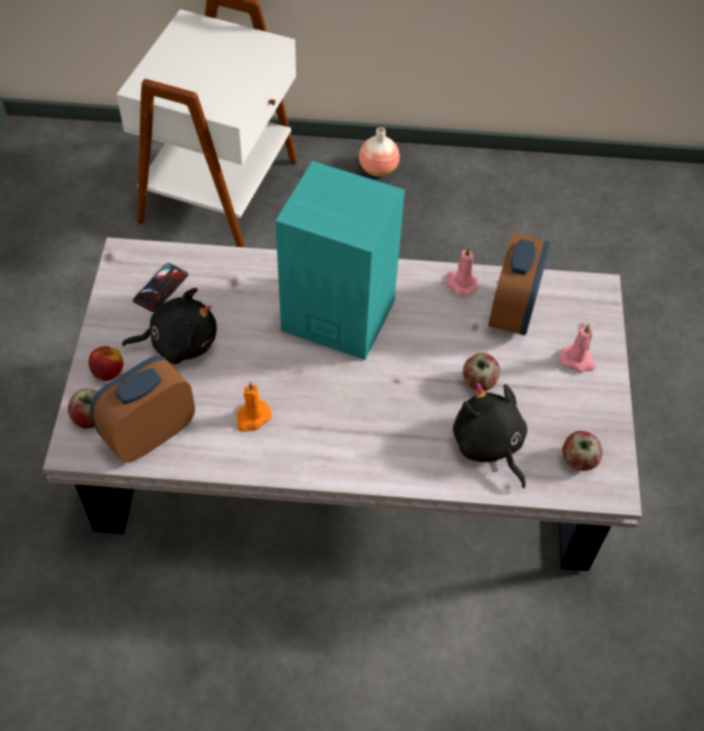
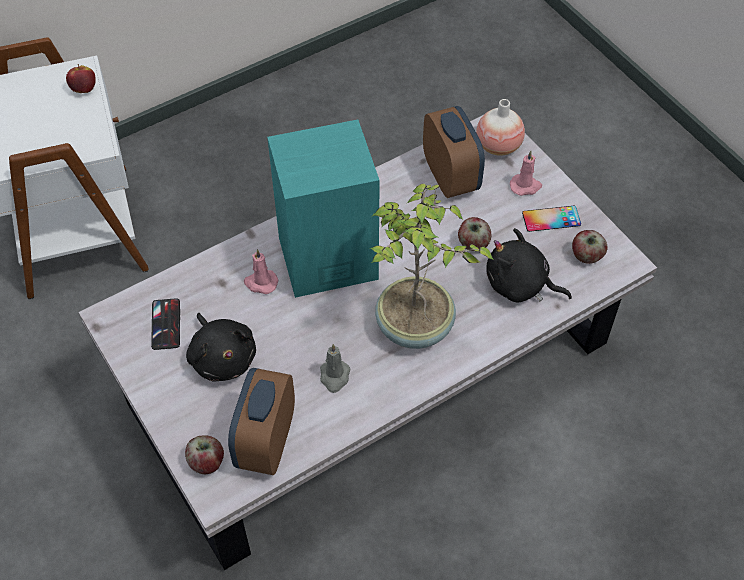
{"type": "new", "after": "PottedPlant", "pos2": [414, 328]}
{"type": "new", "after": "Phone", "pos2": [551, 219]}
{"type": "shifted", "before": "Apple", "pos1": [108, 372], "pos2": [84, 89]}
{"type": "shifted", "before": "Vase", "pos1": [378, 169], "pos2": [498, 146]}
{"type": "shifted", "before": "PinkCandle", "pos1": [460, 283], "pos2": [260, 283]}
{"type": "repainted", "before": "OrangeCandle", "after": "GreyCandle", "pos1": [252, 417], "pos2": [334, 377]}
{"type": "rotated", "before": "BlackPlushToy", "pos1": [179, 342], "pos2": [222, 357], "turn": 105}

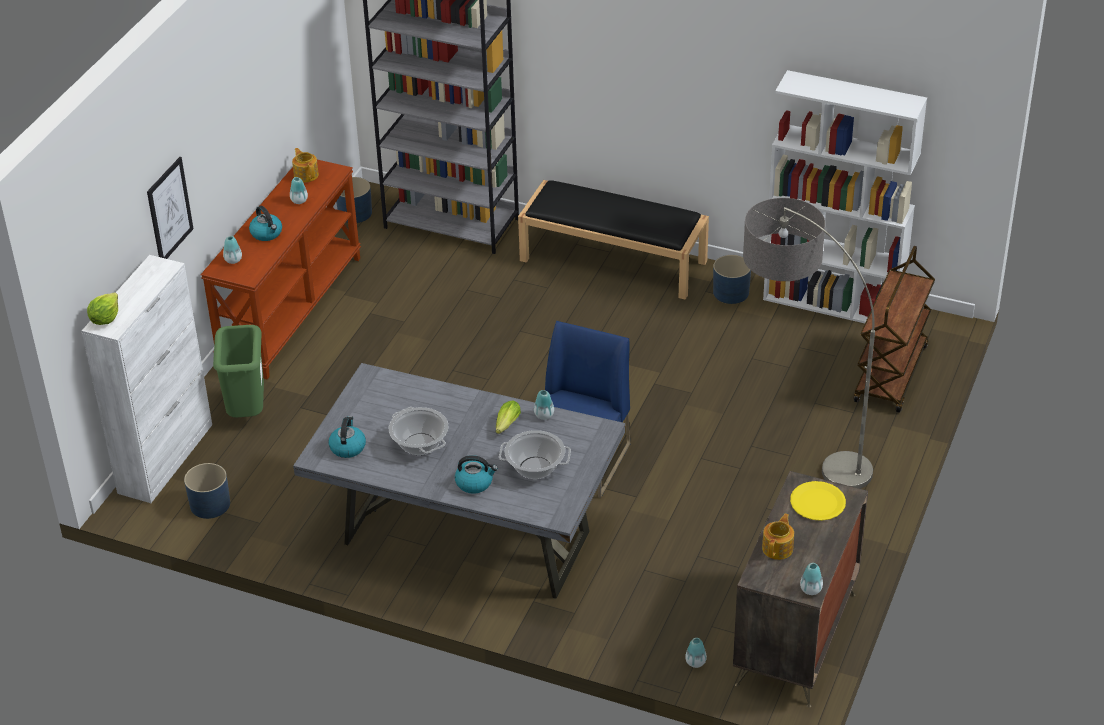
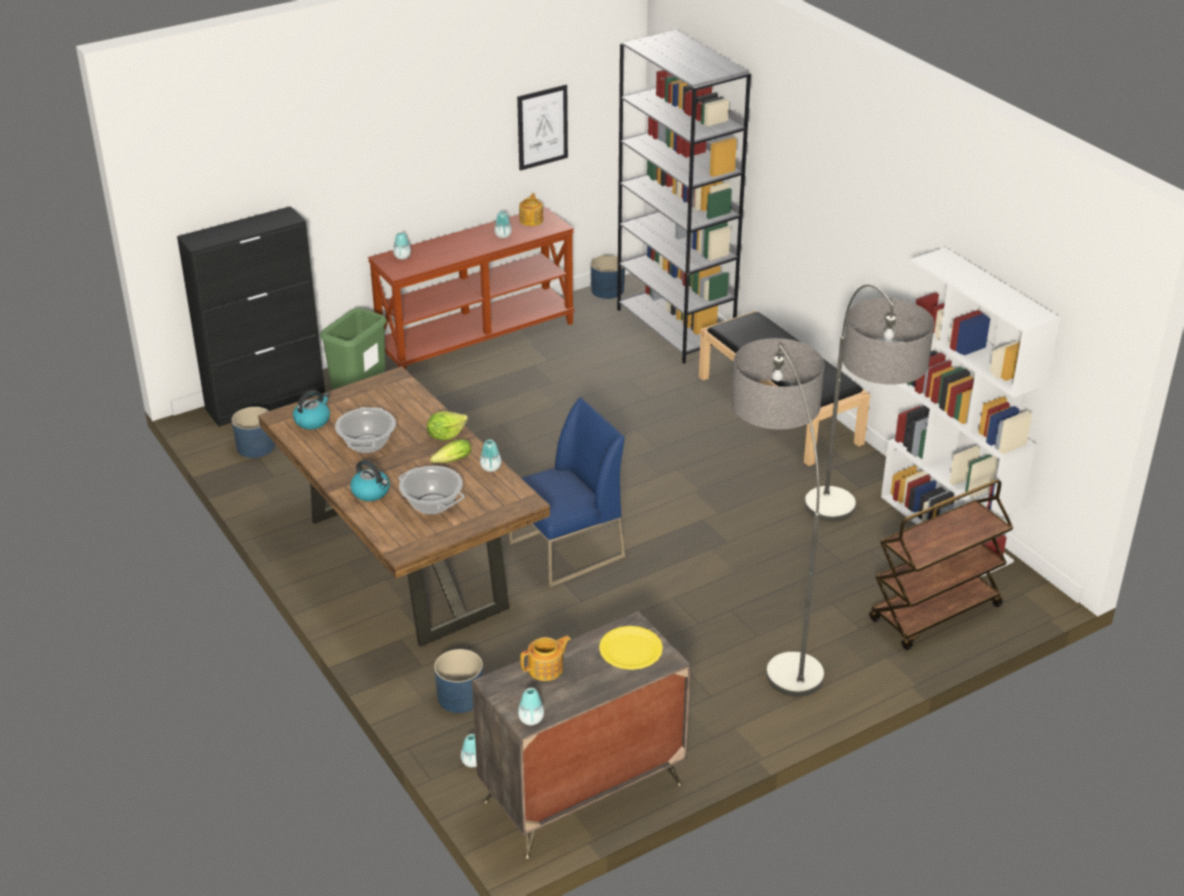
{"type": "gone", "before": "Kettle", "pos1": [267, 233]}
{"type": "new", "after": "FloorLamp", "pos2": [850, 543]}
{"type": "shifted", "before": "Lettuce", "pos1": [105, 319], "pos2": [445, 435]}
{"type": "shifted", "before": "Picture", "pos1": [169, 210], "pos2": [542, 127]}
{"type": "shifted", "before": "BluePlanter", "pos1": [731, 293], "pos2": [460, 697]}
{"type": "repainted", "before": "WhiteCabinet", "after": "BlackCabinet", "pos1": [166, 458], "pos2": [266, 400]}
{"type": "repainted", "before": "GreyDiningTable", "after": "BrownDiningTable", "pos1": [465, 539], "pos2": [406, 564]}

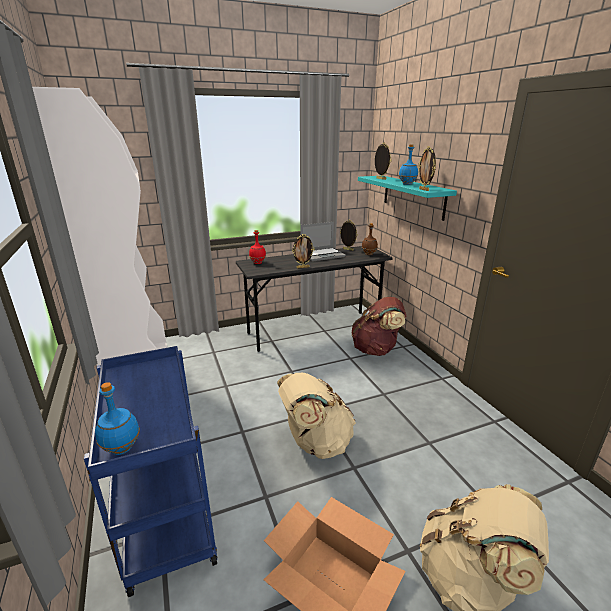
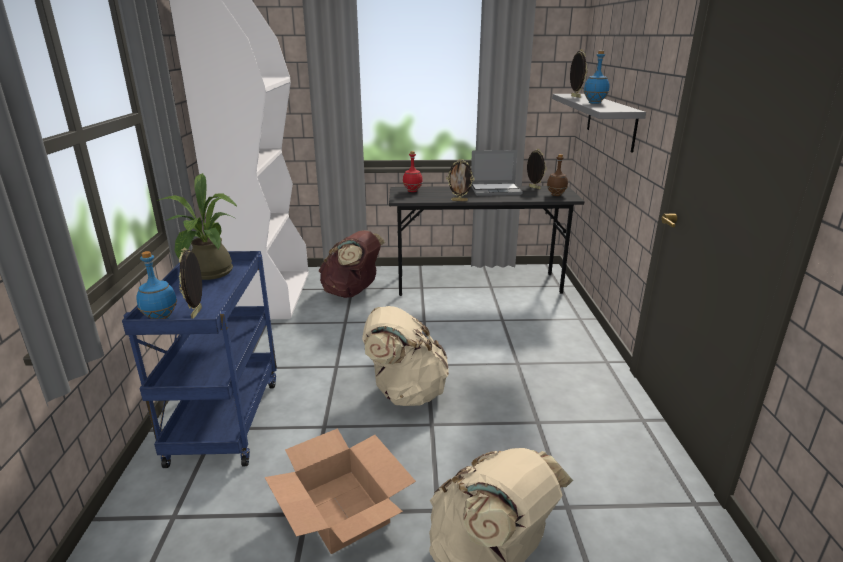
{"type": "new", "after": "PottedPlant", "pos2": [209, 275]}
{"type": "shifted", "before": "BrownBackpack", "pos1": [376, 350], "pos2": [352, 292]}
{"type": "shifted", "before": "PictureFrame", "pos1": [424, 190], "pos2": [197, 313]}
{"type": "repainted", "before": "TurquoiseShelf", "after": "GreyShelf", "pos1": [413, 196], "pos2": [610, 120]}

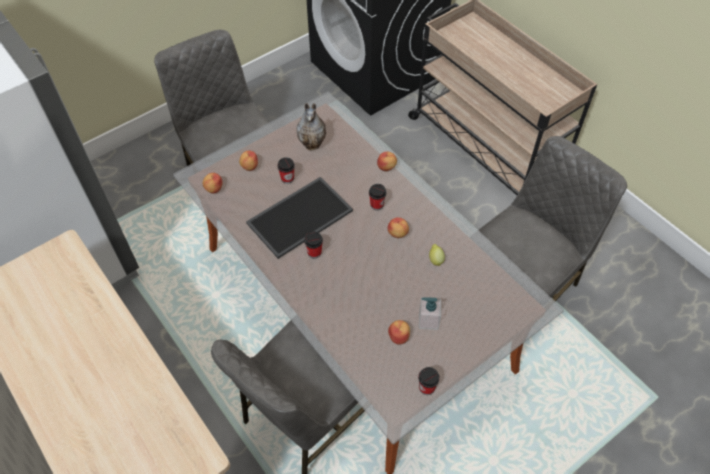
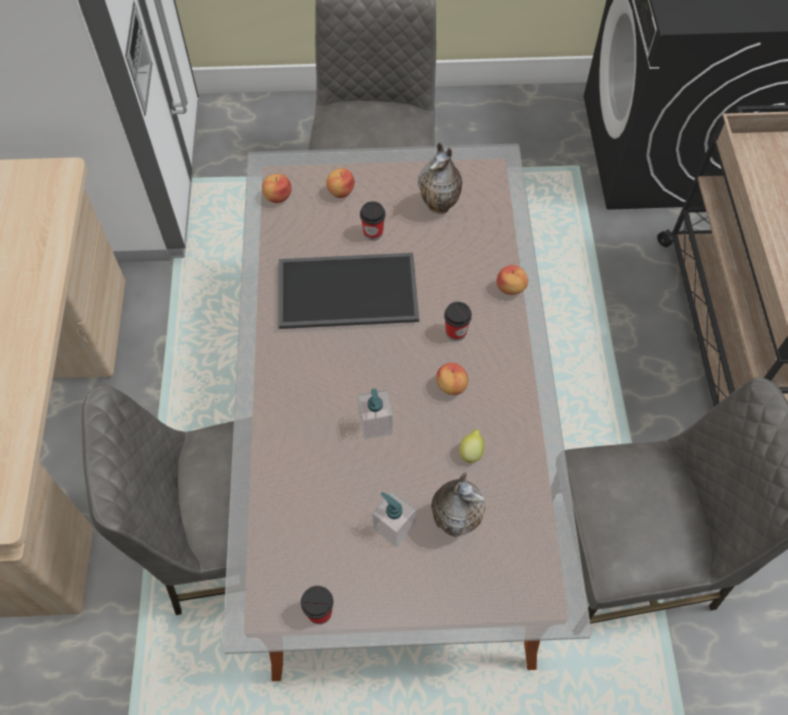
{"type": "gone", "before": "Cup", "pos1": [314, 252]}
{"type": "gone", "before": "Apple", "pos1": [399, 336]}
{"type": "new", "after": "SoapDispenser", "pos2": [376, 424]}
{"type": "new", "after": "Vase", "pos2": [455, 520]}

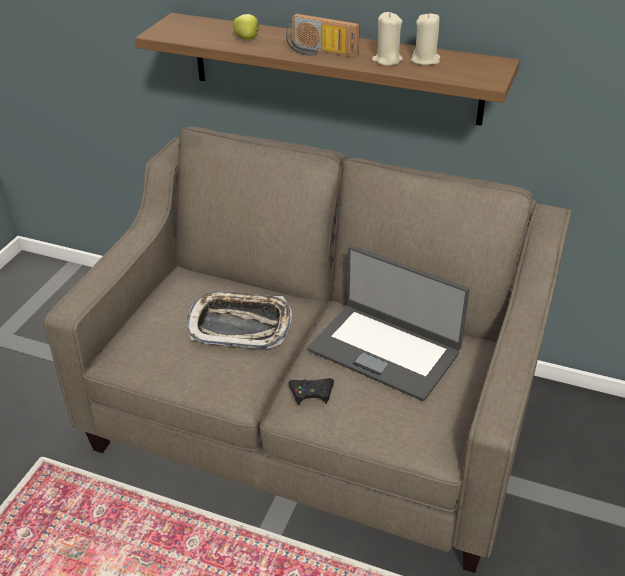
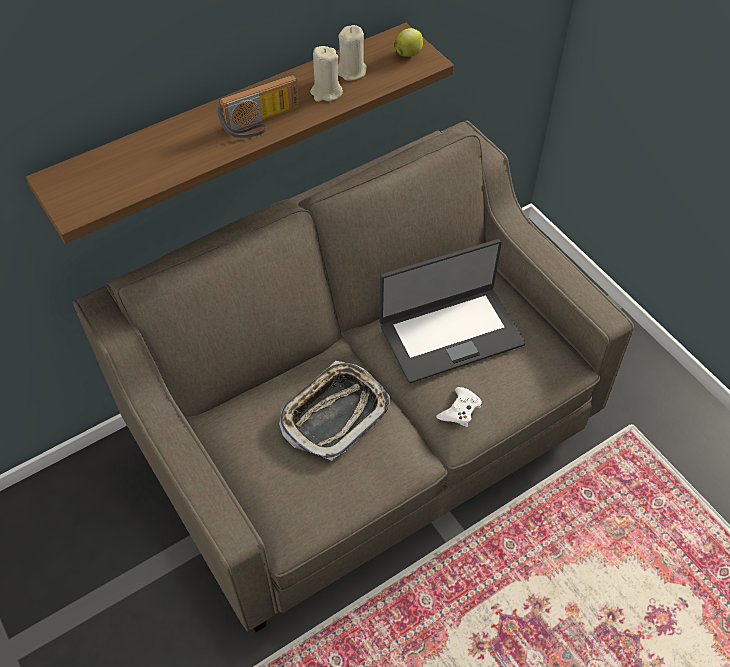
{"type": "shifted", "before": "Apple", "pos1": [248, 38], "pos2": [408, 54]}
{"type": "repainted", "before": "BlackGameController", "after": "WhiteGameController", "pos1": [311, 393], "pos2": [460, 410]}

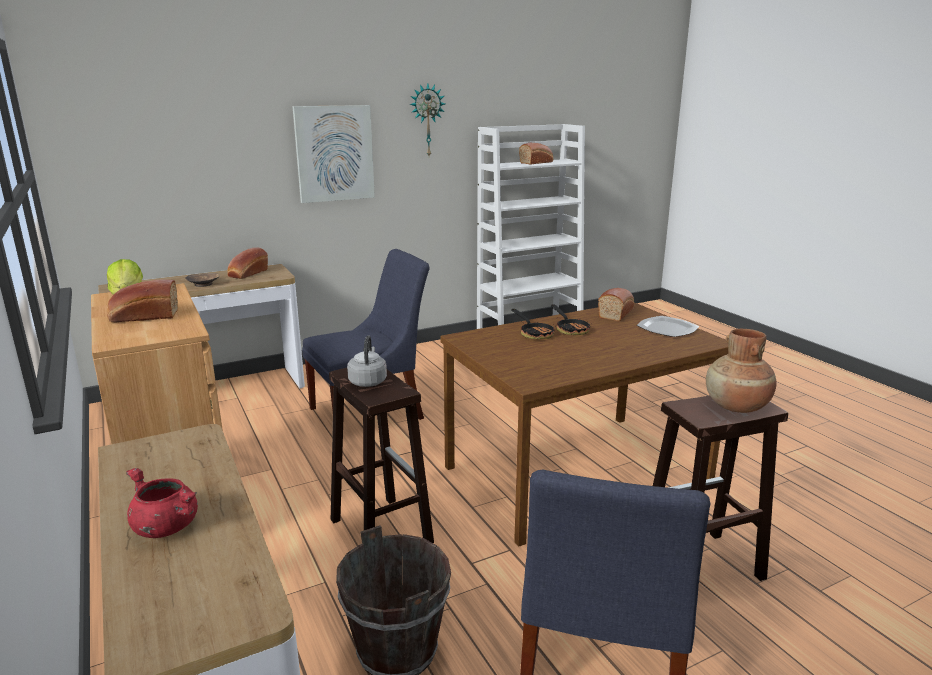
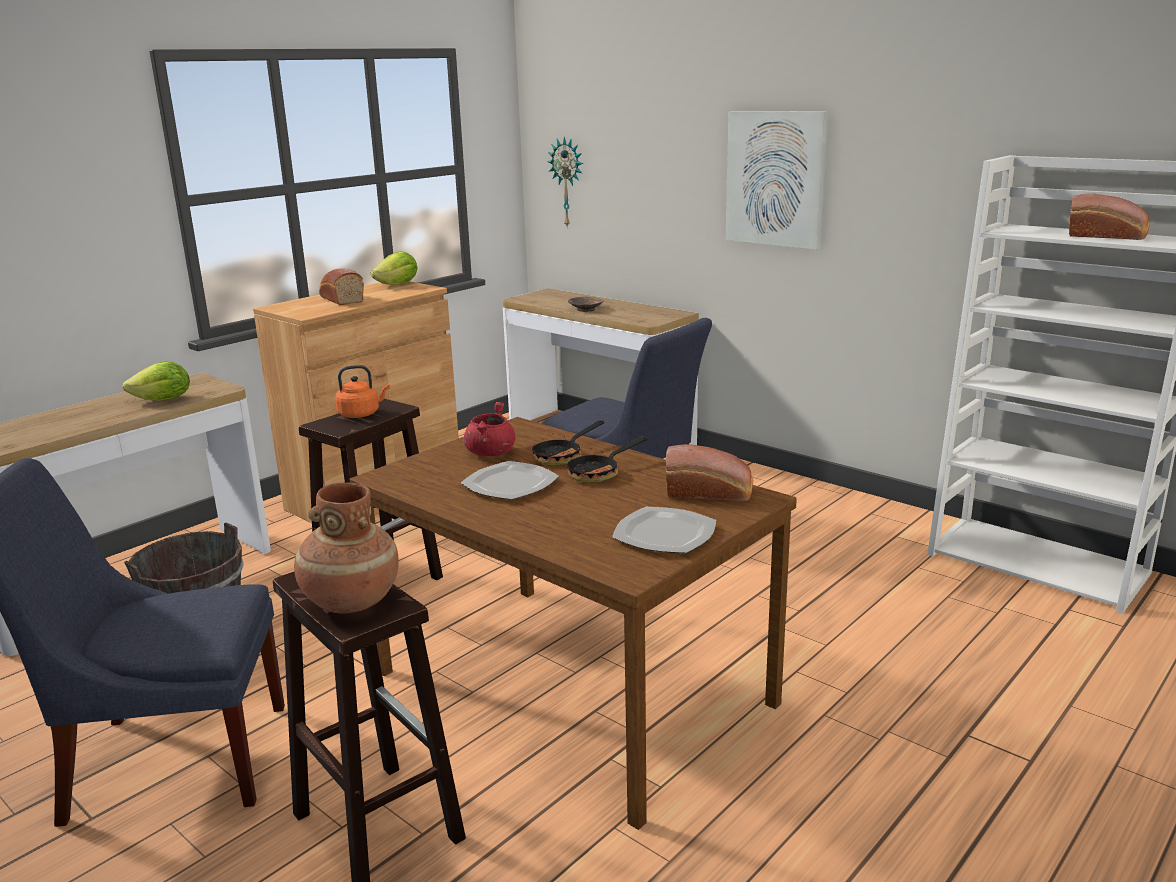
{"type": "gone", "before": "Bread", "pos1": [247, 273]}
{"type": "new", "after": "Lettuce", "pos2": [164, 400]}
{"type": "new", "after": "Plate", "pos2": [511, 484]}
{"type": "shifted", "before": "RedCookingPot", "pos1": [165, 527], "pos2": [490, 452]}
{"type": "shifted", "before": "WallClock", "pos1": [427, 120], "pos2": [568, 182]}
{"type": "repainted", "before": "GreyKettle", "after": "OrangeKettle", "pos1": [368, 381], "pos2": [361, 414]}

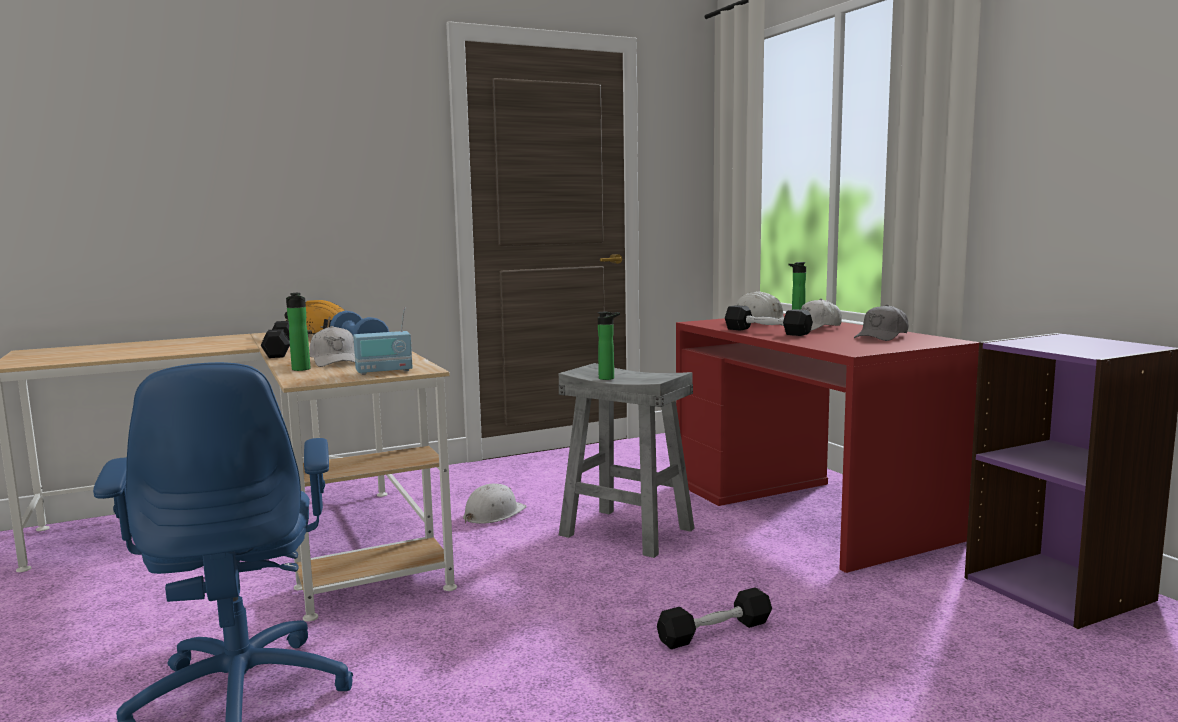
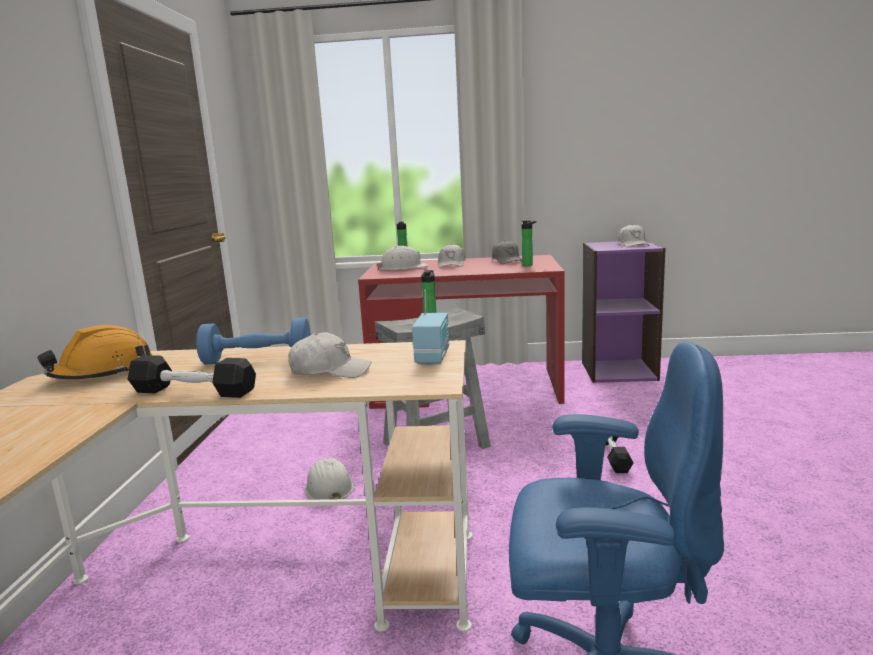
{"type": "gone", "before": "BlackDumbbell", "pos1": [766, 331]}
{"type": "new", "after": "WhiteCap", "pos2": [633, 244]}
{"type": "shifted", "before": "Bottle", "pos1": [301, 370], "pos2": [529, 265]}

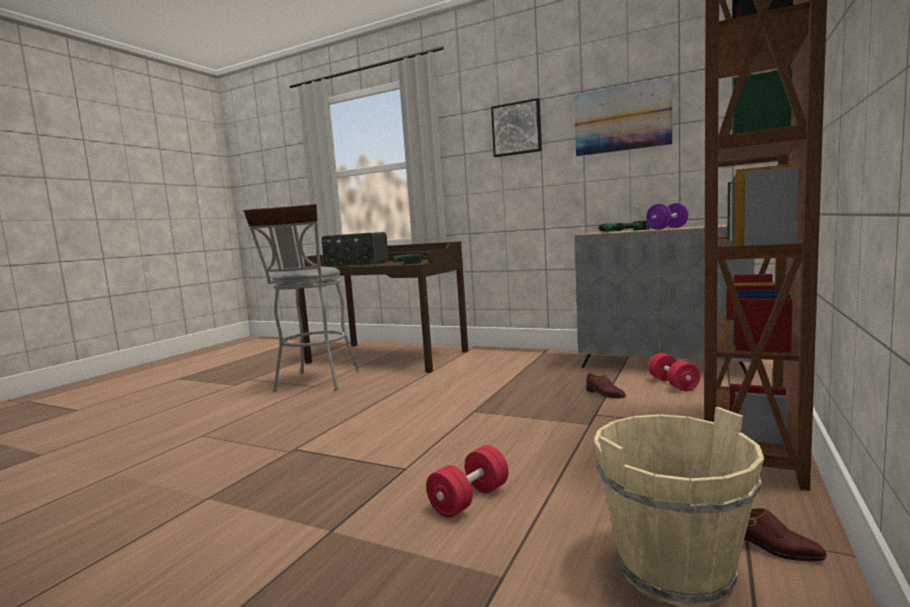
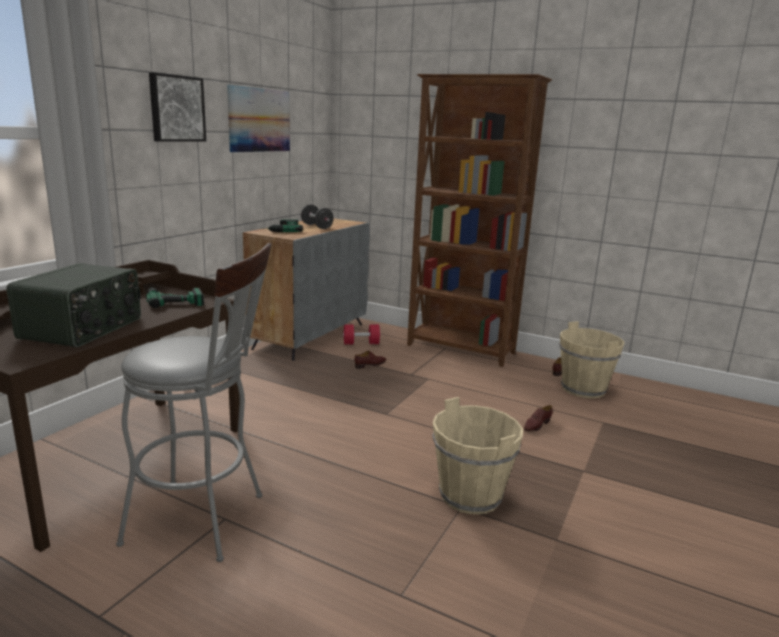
{"type": "new", "after": "BeigeBucket", "pos2": [471, 495]}
{"type": "swapped", "before": "RedDumbbell", "after": "BrownShoe", "pos1": [469, 499], "pos2": [536, 425]}
{"type": "repainted", "before": "PurpleDumbbell", "after": "BlackDumbbell", "pos1": [667, 228], "pos2": [317, 226]}

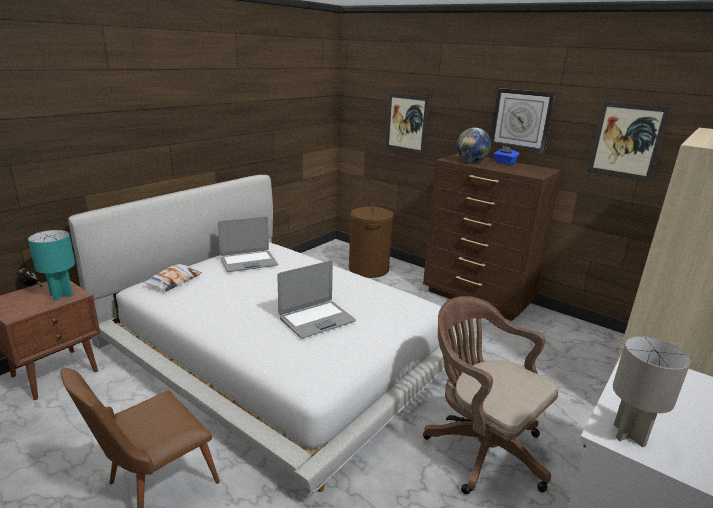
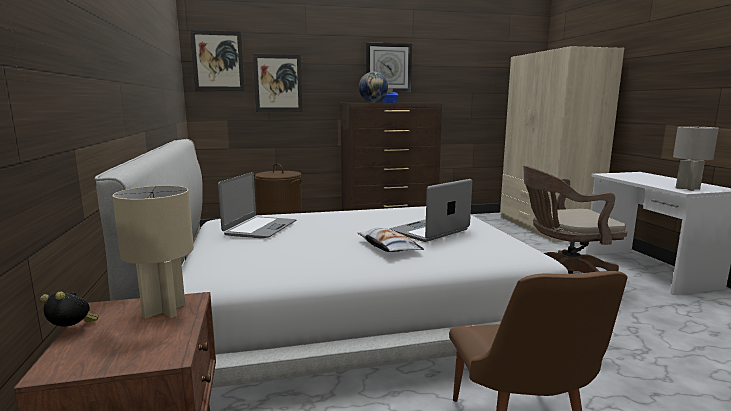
{"type": "shifted", "before": "Pillow", "pos1": [173, 281], "pos2": [388, 247]}
{"type": "shifted", "before": "Picture", "pos1": [626, 141], "pos2": [218, 61]}
{"type": "repainted", "before": "TurquoiseTableLamp", "after": "BeigeTableLamp", "pos1": [61, 295], "pos2": [165, 310]}
{"type": "rotated", "before": "Laptop", "pos1": [316, 319], "pos2": [430, 231], "turn": -135}

